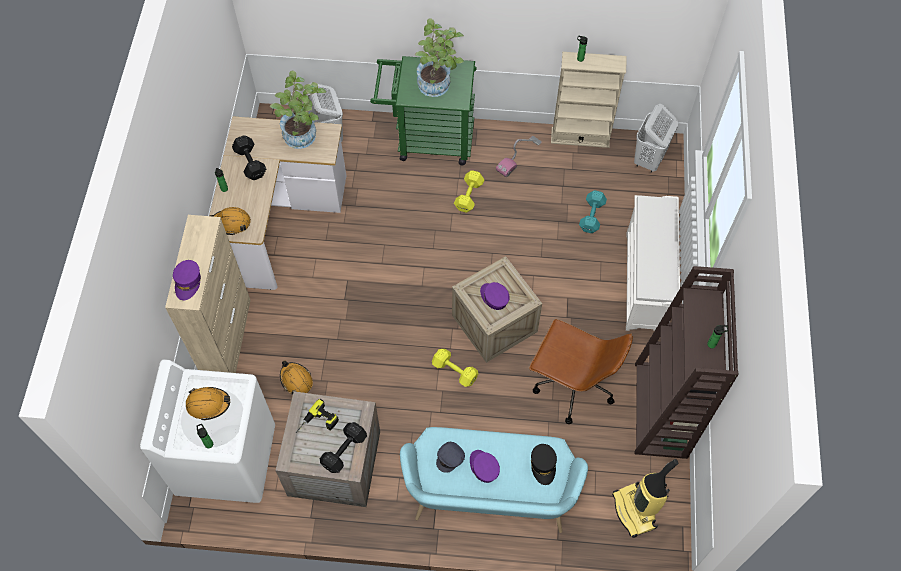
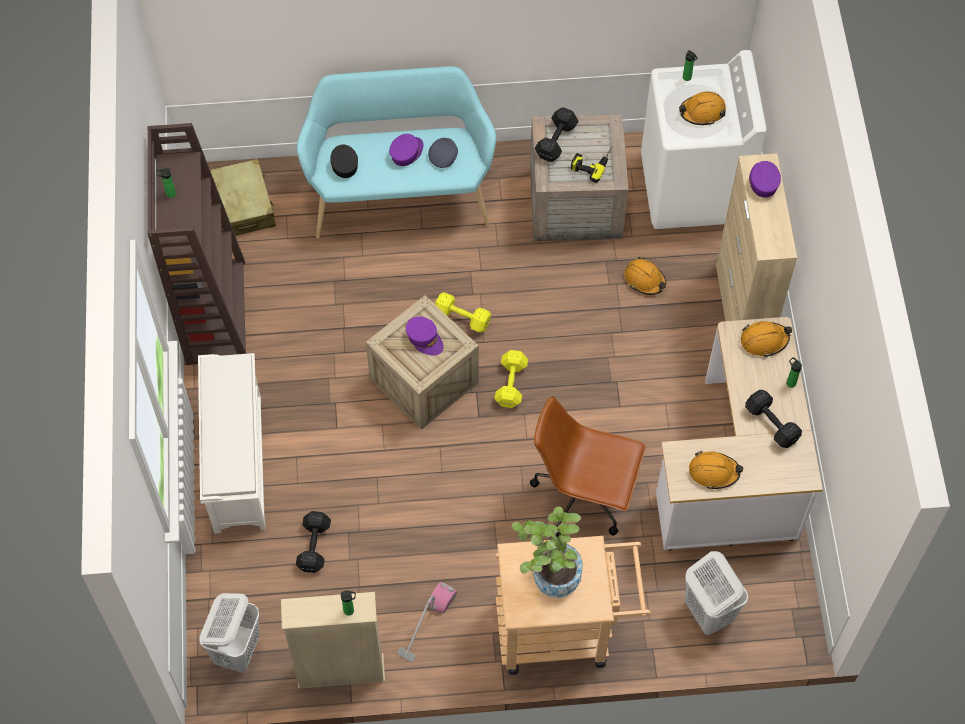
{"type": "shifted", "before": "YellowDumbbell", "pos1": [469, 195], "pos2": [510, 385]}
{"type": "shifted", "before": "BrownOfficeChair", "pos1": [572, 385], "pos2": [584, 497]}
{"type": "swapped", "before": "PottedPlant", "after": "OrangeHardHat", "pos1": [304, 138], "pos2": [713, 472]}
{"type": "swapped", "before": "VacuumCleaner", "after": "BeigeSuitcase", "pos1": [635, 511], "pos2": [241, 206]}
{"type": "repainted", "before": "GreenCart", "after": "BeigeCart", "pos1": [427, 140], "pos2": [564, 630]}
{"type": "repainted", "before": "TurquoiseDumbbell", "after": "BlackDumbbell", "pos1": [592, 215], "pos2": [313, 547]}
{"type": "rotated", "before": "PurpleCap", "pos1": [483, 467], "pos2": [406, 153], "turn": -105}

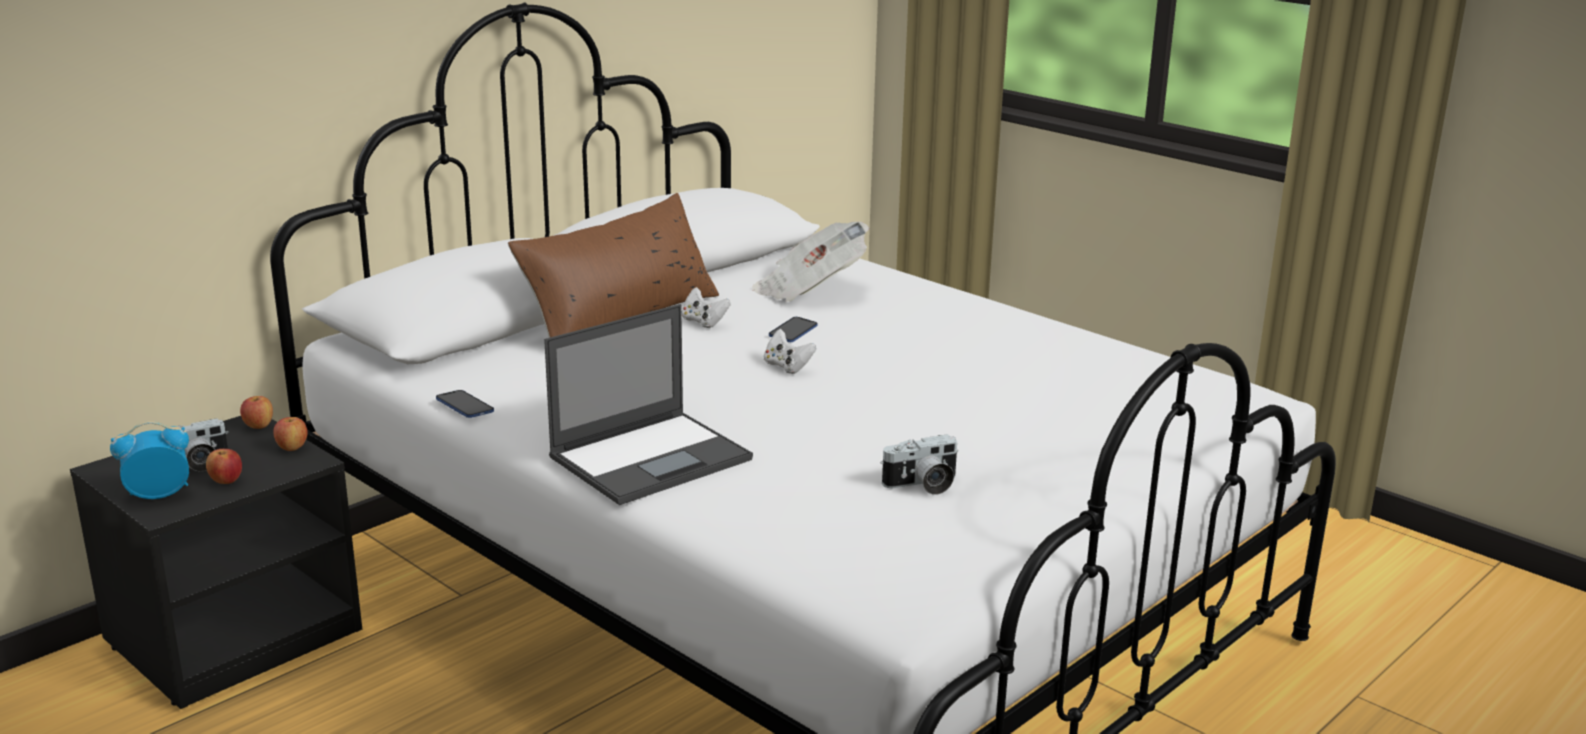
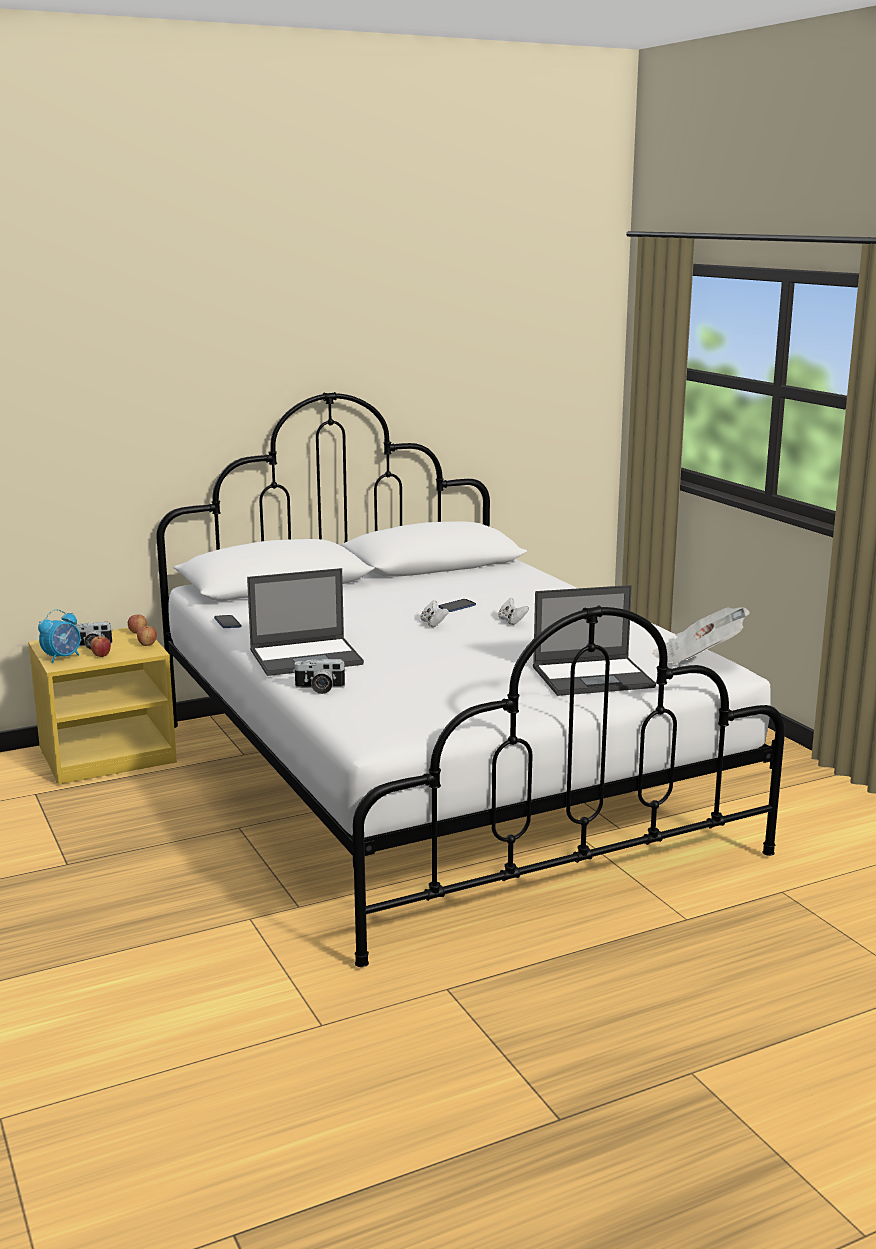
{"type": "gone", "before": "BrownPillow", "pos1": [620, 317]}
{"type": "new", "after": "Laptop", "pos2": [594, 677]}
{"type": "shifted", "before": "WhiteGameController", "pos1": [704, 322], "pos2": [512, 621]}
{"type": "shifted", "before": "Newspaper", "pos1": [810, 290], "pos2": [698, 658]}
{"type": "shifted", "before": "PhotoCamera", "pos1": [922, 485], "pos2": [319, 688]}
{"type": "repainted", "before": "BlackNightstand", "after": "YellowNightstand", "pos1": [234, 634], "pos2": [108, 755]}
{"type": "rotated", "before": "AlarmClock", "pos1": [158, 495], "pos2": [62, 657], "turn": 135}

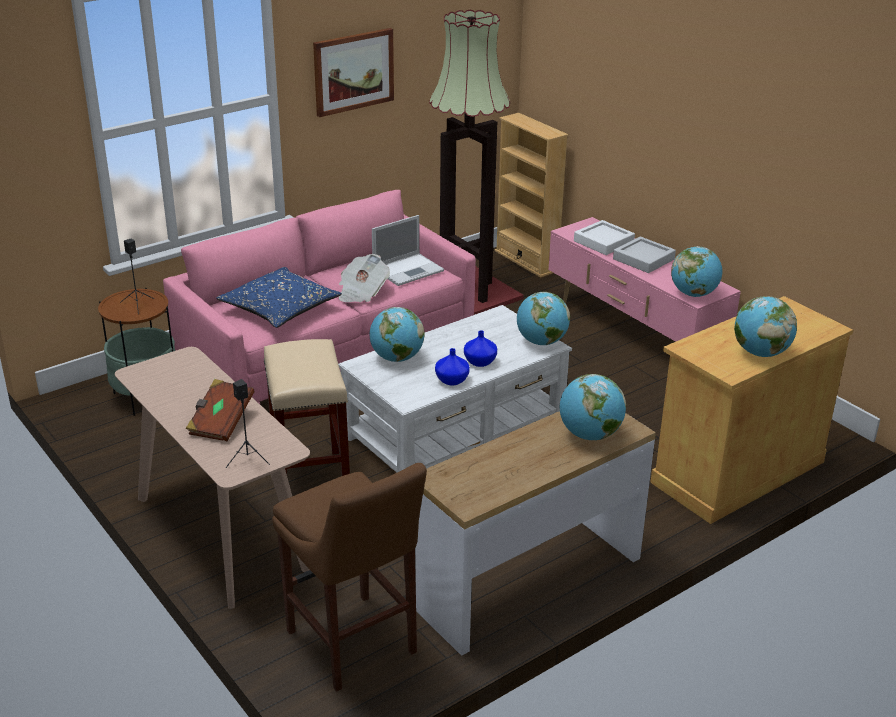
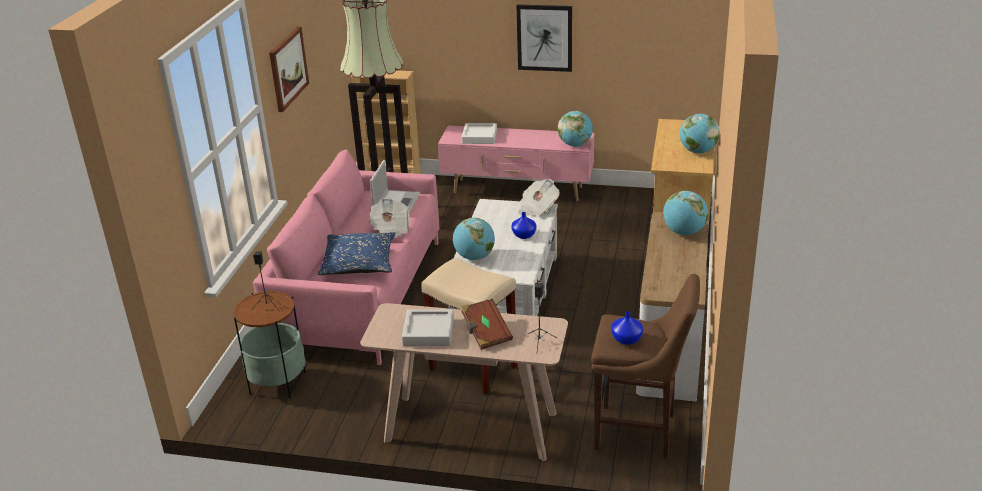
{"type": "new", "after": "Picture", "pos2": [544, 37]}
{"type": "shifted", "before": "BlueVase", "pos1": [451, 380], "pos2": [626, 340]}
{"type": "shifted", "before": "GreyTray", "pos1": [643, 259], "pos2": [428, 332]}
{"type": "swapped", "before": "Globe", "after": "Newspaper", "pos1": [541, 342], "pos2": [537, 208]}

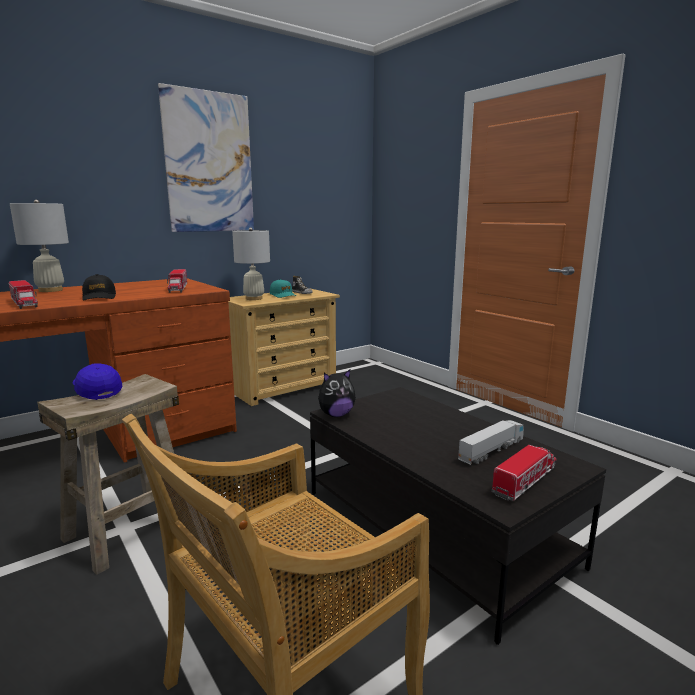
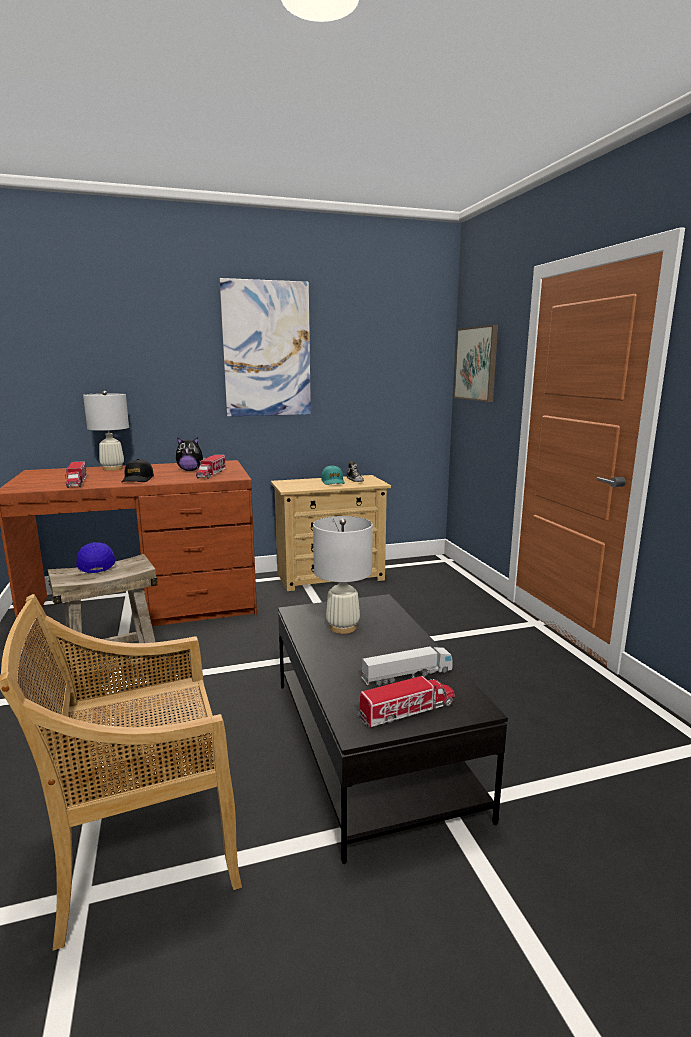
{"type": "new", "after": "Picture", "pos2": [476, 363]}
{"type": "shifted", "before": "WhiteTableLamp", "pos1": [254, 298], "pos2": [343, 627]}
{"type": "shifted", "before": "PlushToy", "pos1": [336, 415], "pos2": [190, 470]}

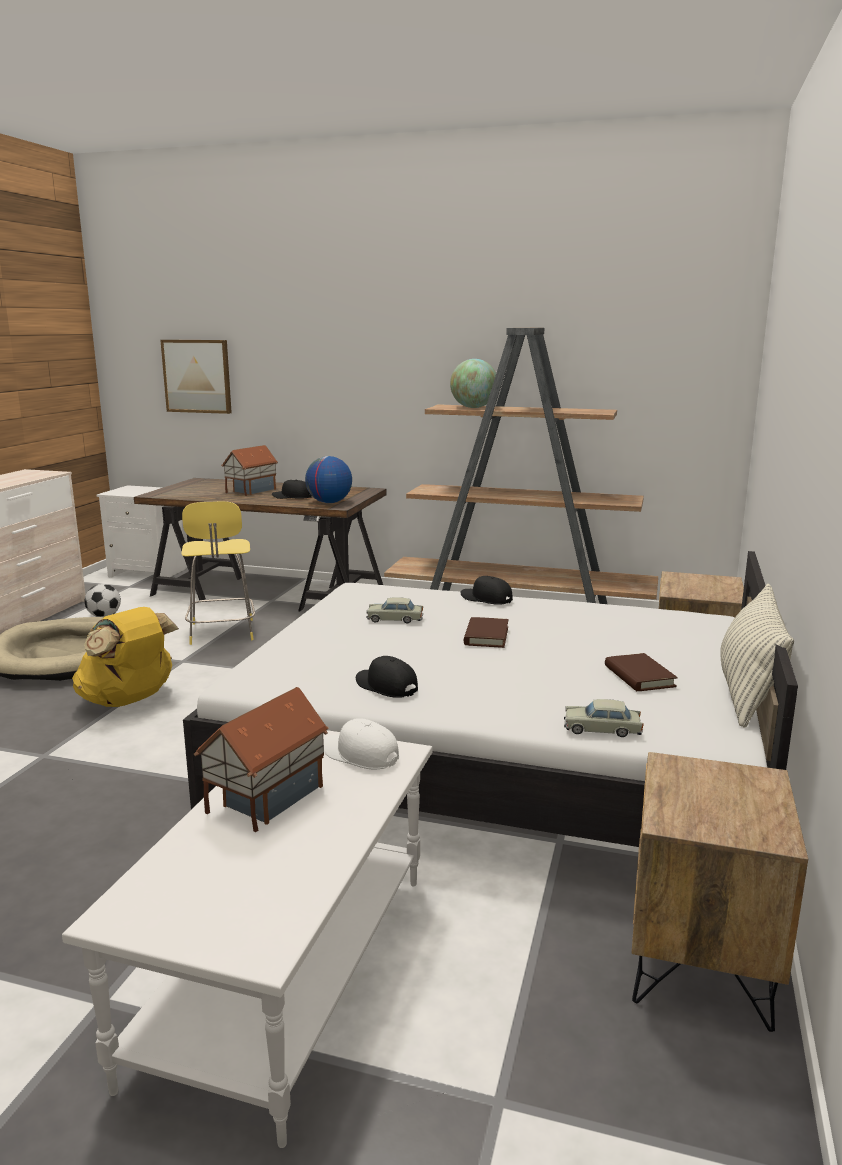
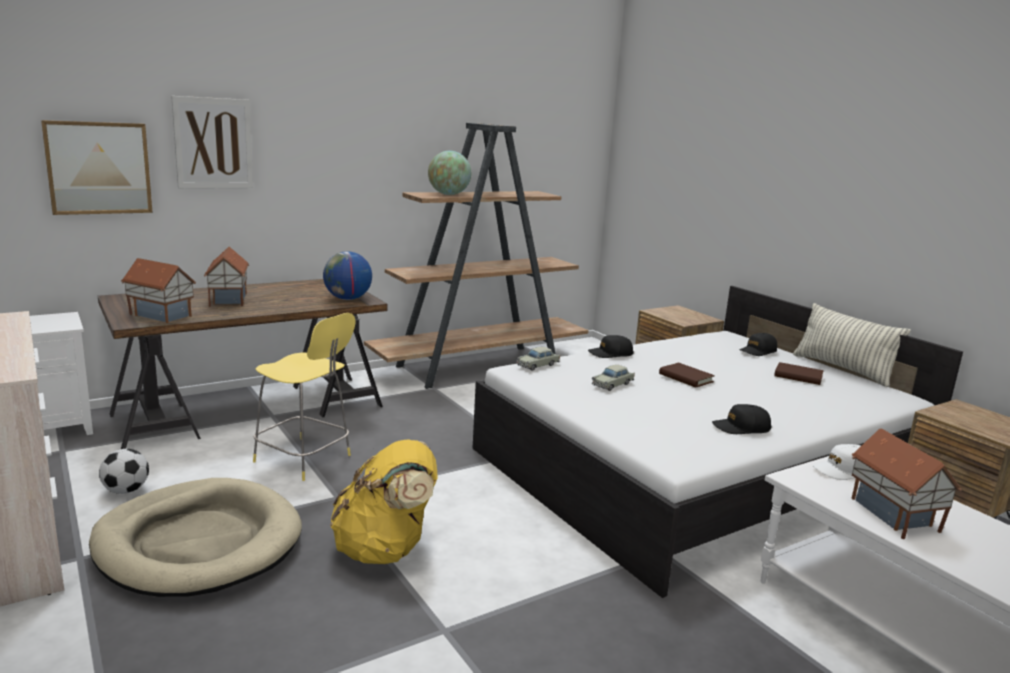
{"type": "new", "after": "ToyHouse", "pos2": [162, 314]}
{"type": "new", "after": "Picture", "pos2": [213, 143]}
{"type": "shifted", "before": "BlackCap", "pos1": [292, 497], "pos2": [758, 351]}
{"type": "shifted", "before": "BeigeToyCar", "pos1": [602, 729], "pos2": [538, 365]}

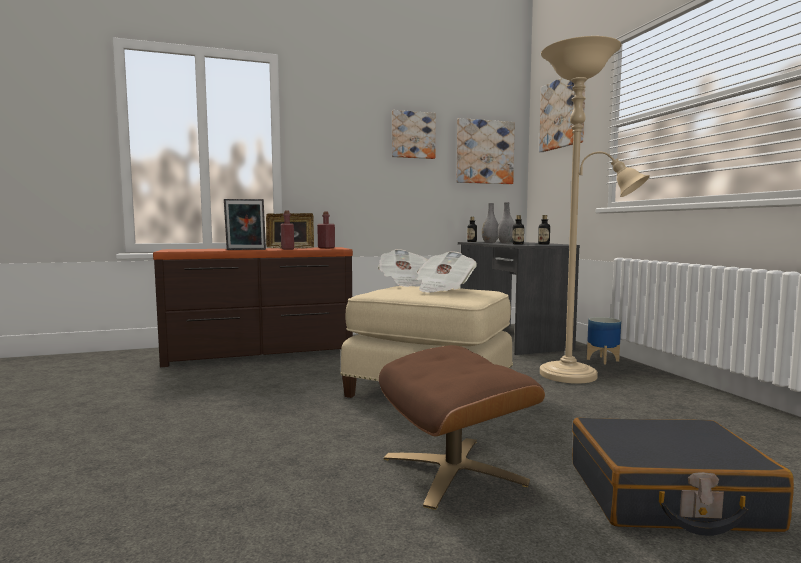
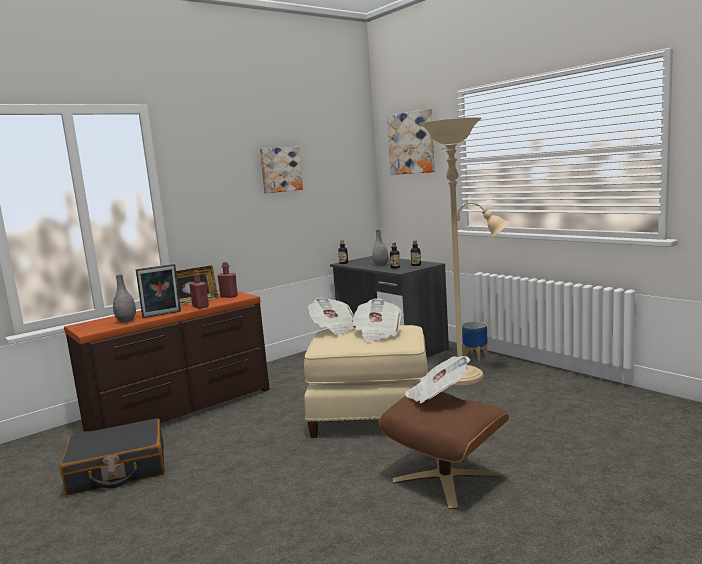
{"type": "gone", "before": "Picture", "pos1": [484, 152]}
{"type": "new", "after": "Newspaper", "pos2": [437, 395]}
{"type": "shifted", "before": "GreyVase", "pos1": [490, 242], "pos2": [126, 321]}
{"type": "shifted", "before": "BlackSuitcase", "pos1": [667, 496], "pos2": [118, 470]}

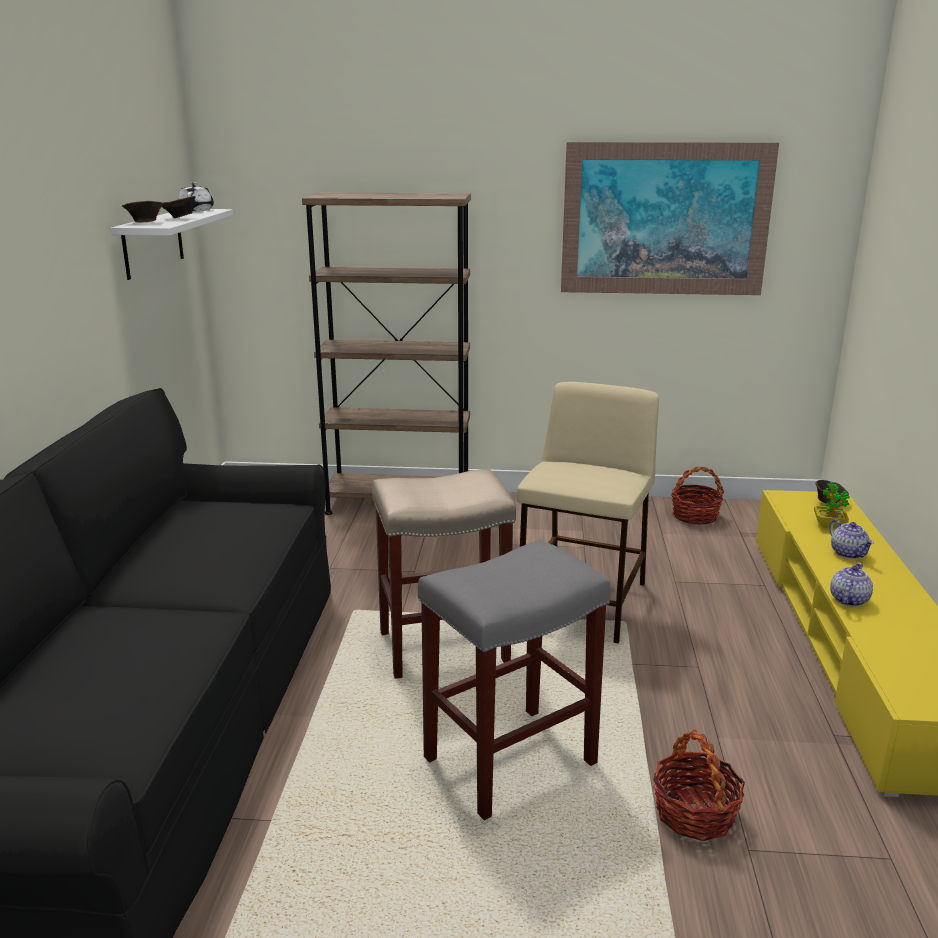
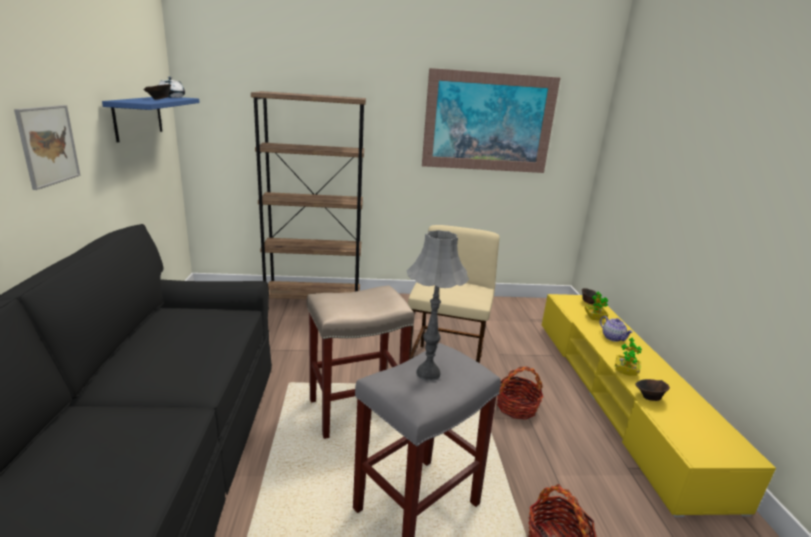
{"type": "new", "after": "Picture", "pos2": [48, 145]}
{"type": "new", "after": "GreyTableLamp", "pos2": [428, 373]}
{"type": "shifted", "before": "BrownBowl", "pos1": [144, 222], "pos2": [649, 397]}
{"type": "shifted", "before": "Basket", "pos1": [694, 516], "pos2": [516, 407]}
{"type": "swapped", "before": "Teapot", "after": "PottedPlant", "pos1": [848, 599], "pos2": [625, 372]}
{"type": "repainted", "before": "WhiteShelf", "after": "BlueShelf", "pos1": [153, 243], "pos2": [138, 117]}

